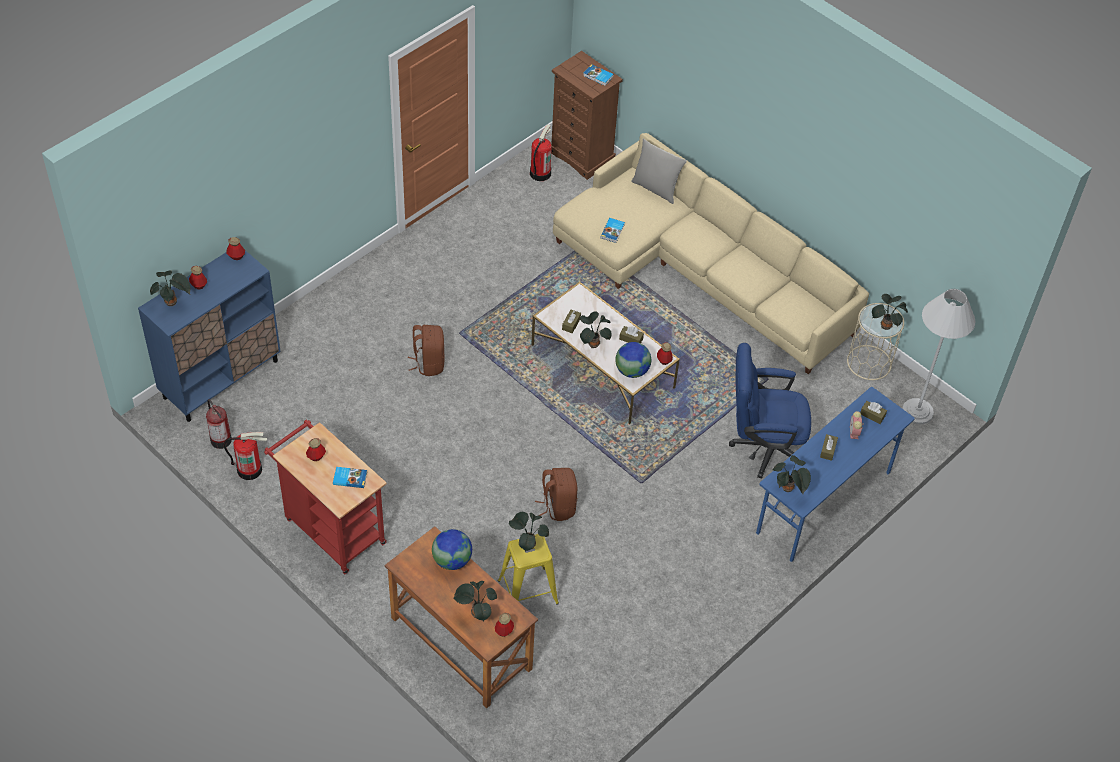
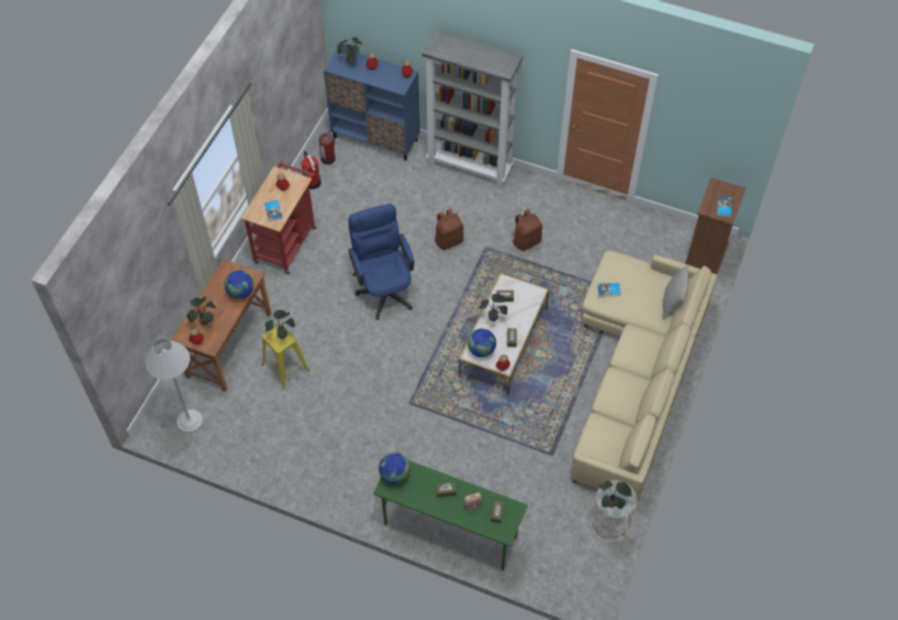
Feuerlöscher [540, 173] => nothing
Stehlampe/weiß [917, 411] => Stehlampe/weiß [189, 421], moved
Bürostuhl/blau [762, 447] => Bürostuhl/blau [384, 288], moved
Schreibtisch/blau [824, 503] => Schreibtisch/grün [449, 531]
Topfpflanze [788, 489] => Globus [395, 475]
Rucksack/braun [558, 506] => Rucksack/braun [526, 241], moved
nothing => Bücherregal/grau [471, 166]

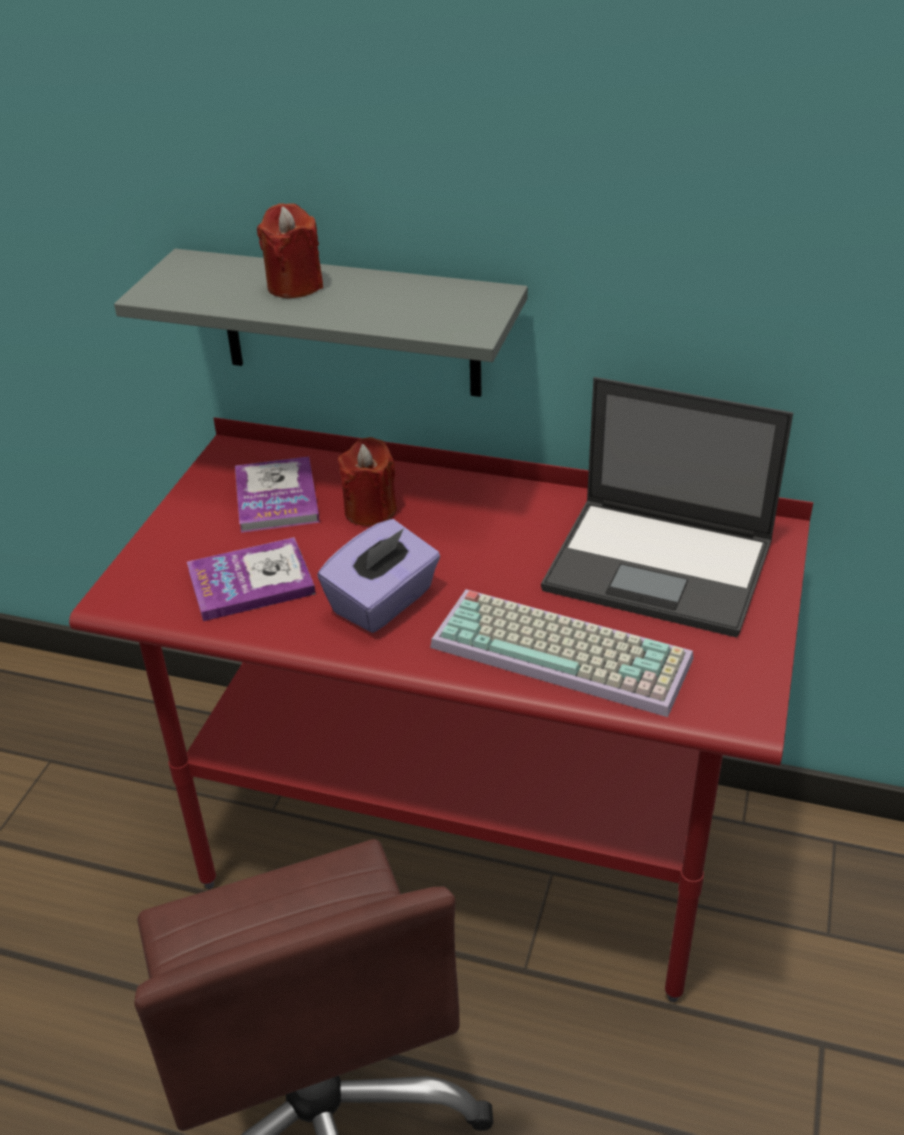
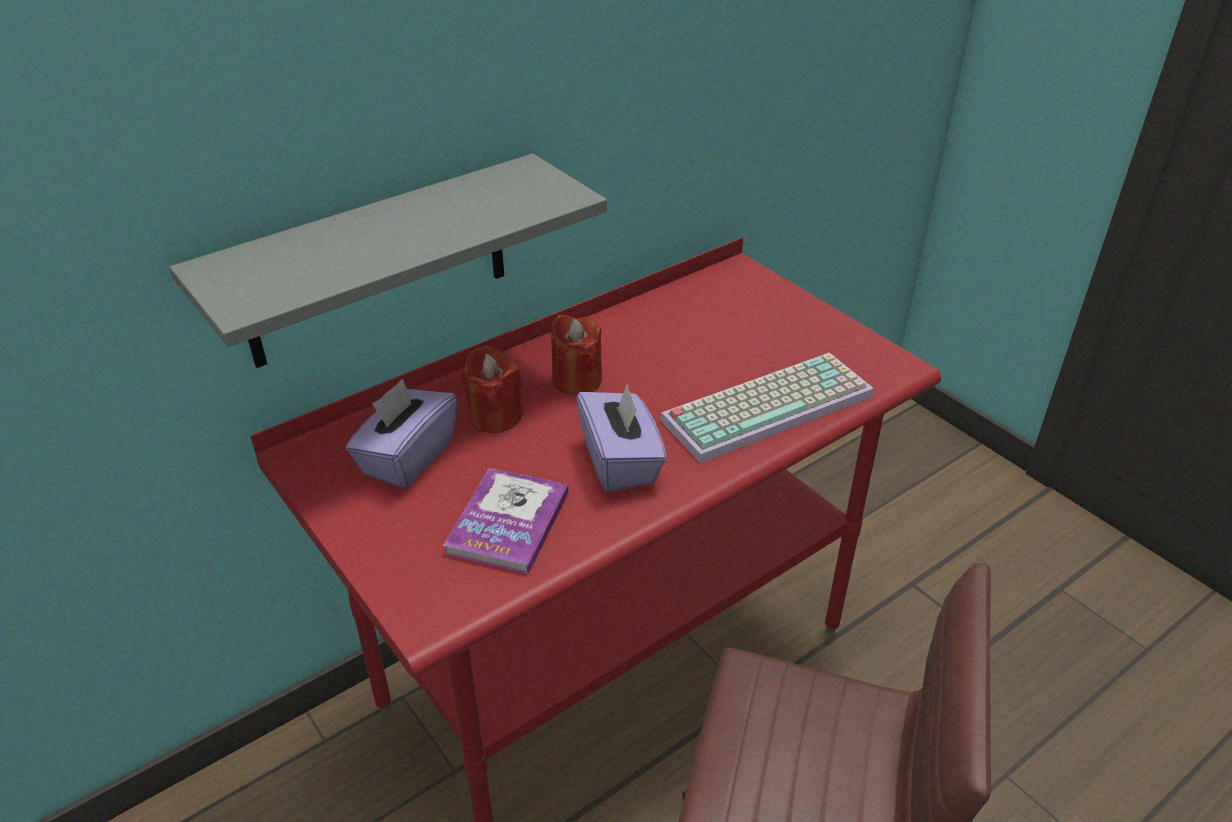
Kerze/rot [294, 286] => Kerze/rot [577, 380], moved
Laptop [661, 566] => nothing
Buch [276, 497] => Taschentuchbox/lila [407, 458]

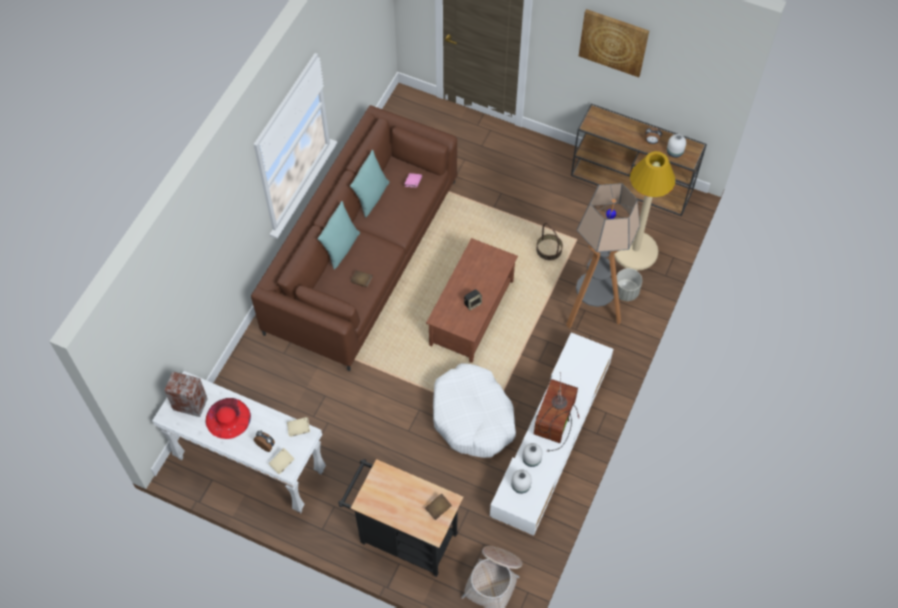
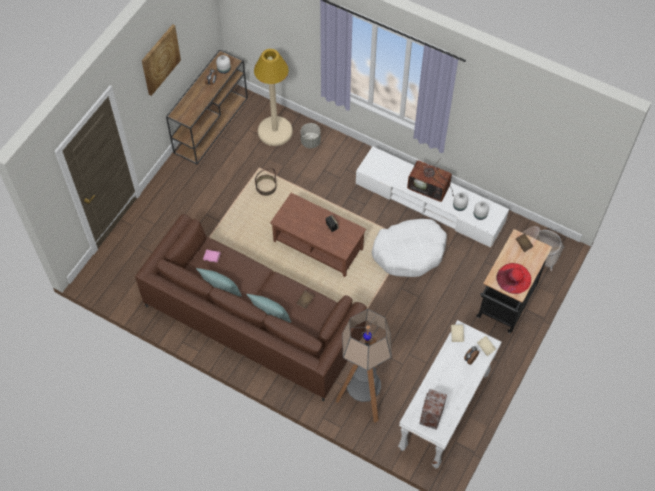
Stehlampe [591, 311] => Stehlampe [362, 400], moved
Hut/rot [228, 418] => Hut/rot [513, 278], moved

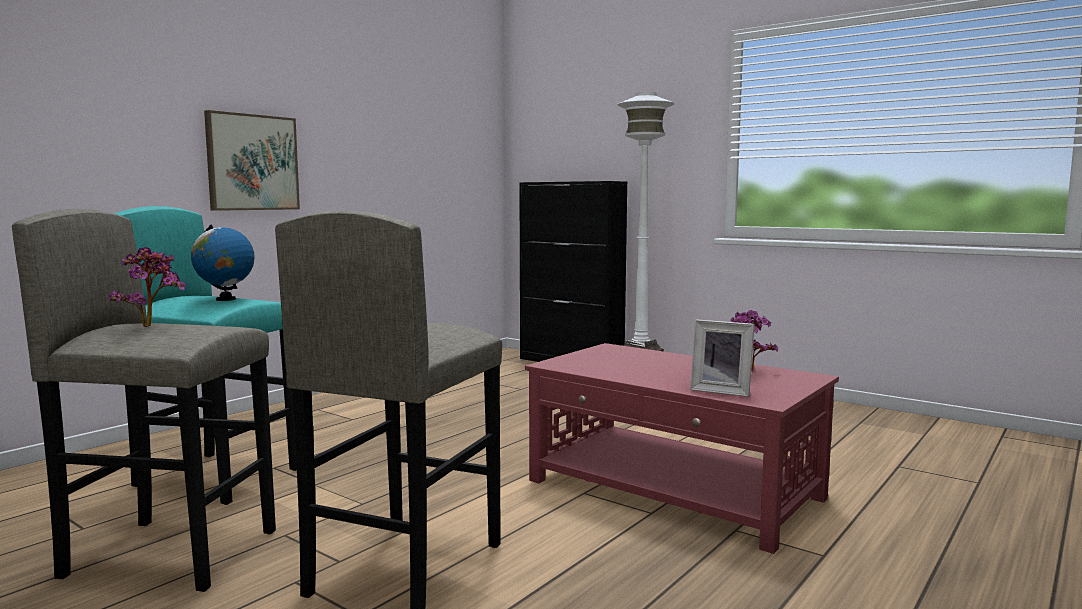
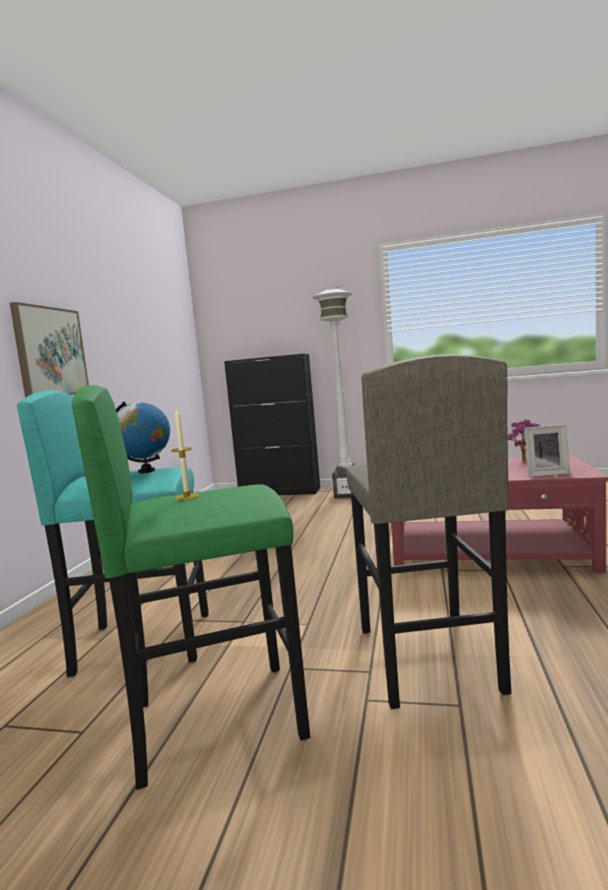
Hocker/grau [172, 553] => Hocker/grün [217, 719]
Topfpflanze [152, 326] => Kerze [187, 497]

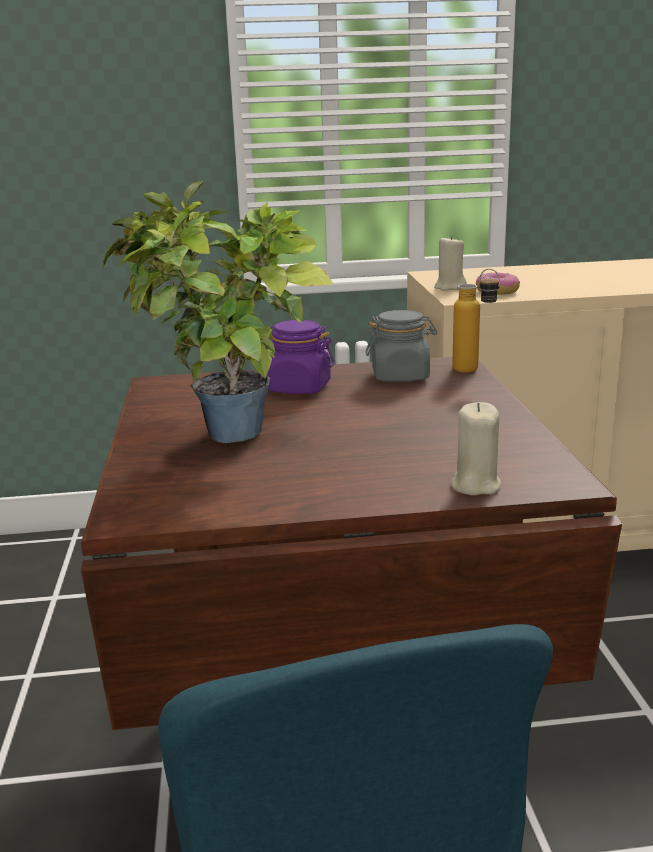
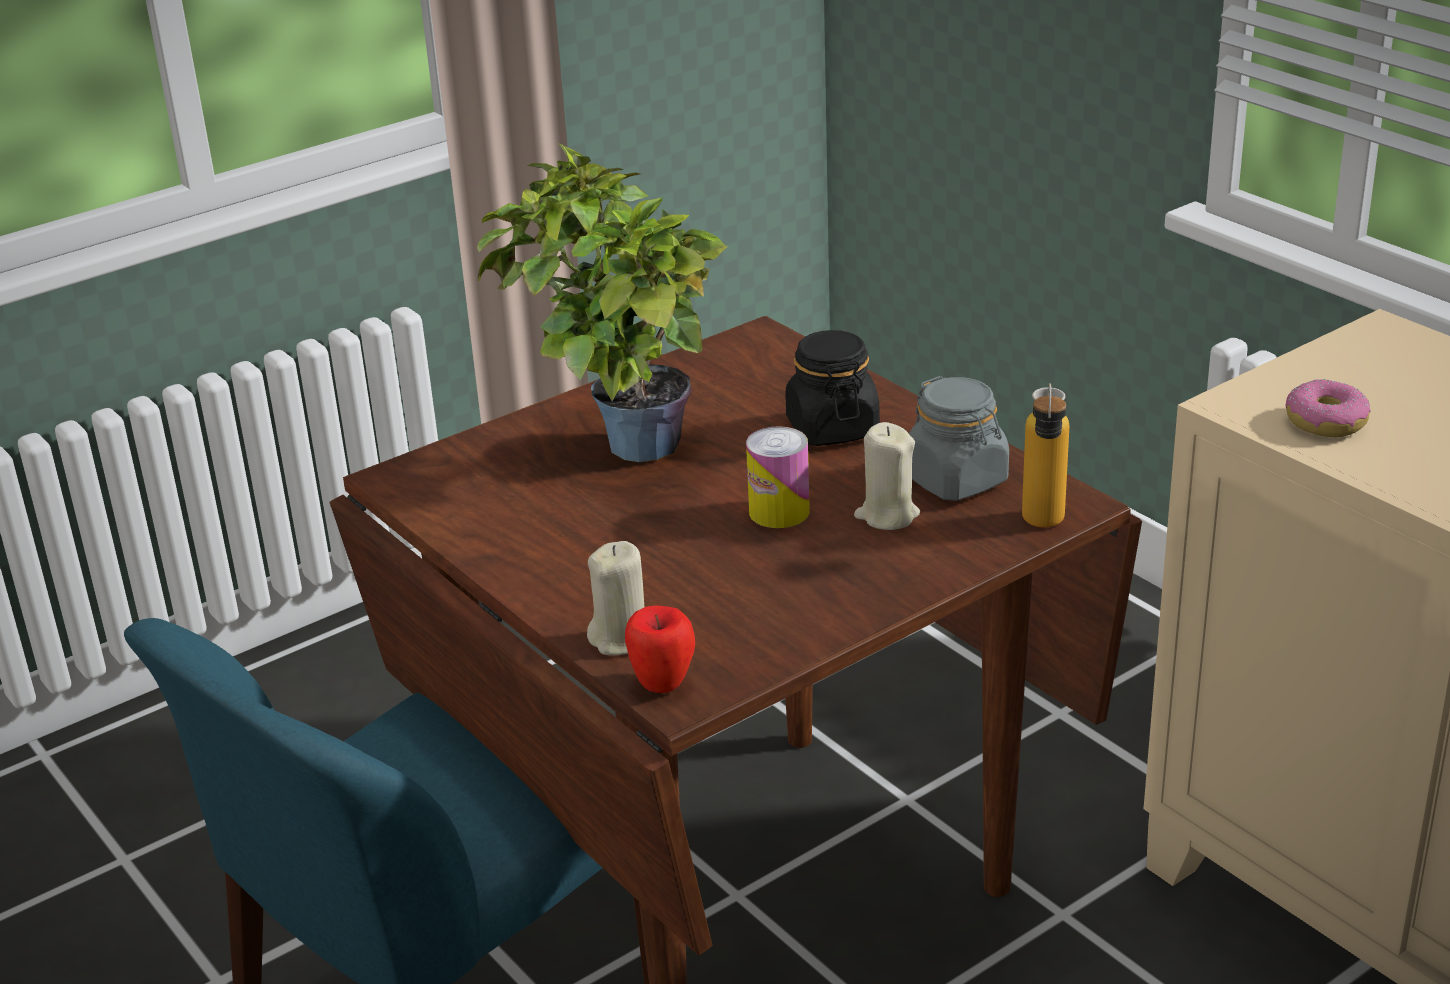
Kerze/beige [449, 287] => Kerze/beige [887, 515], moved
Vorratsglas/lila [298, 388] => Vorratsglas/schwarz [832, 428]
nothing => Dose [779, 512]
nothing => Apfel [662, 683]

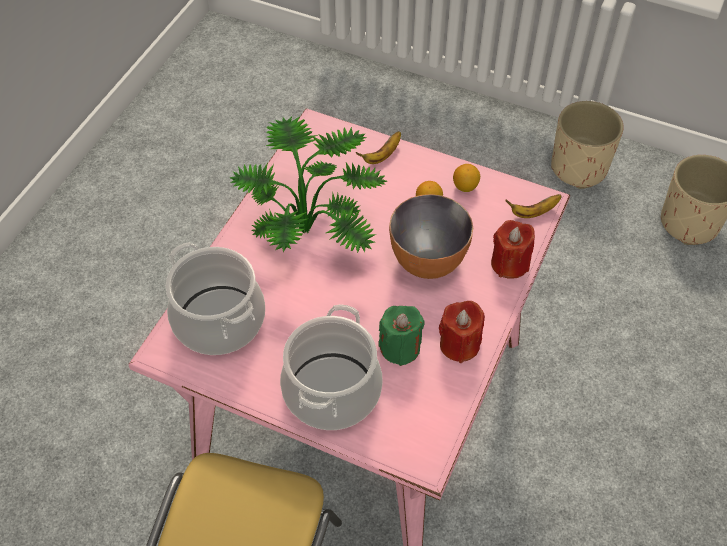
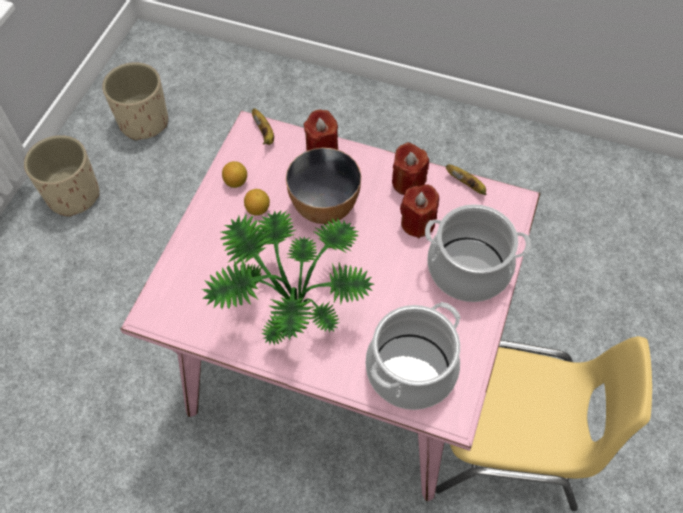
Banane [382, 156] => Banane [467, 185], moved
Kerze/grün [400, 347] => Kerze/rot [417, 223]

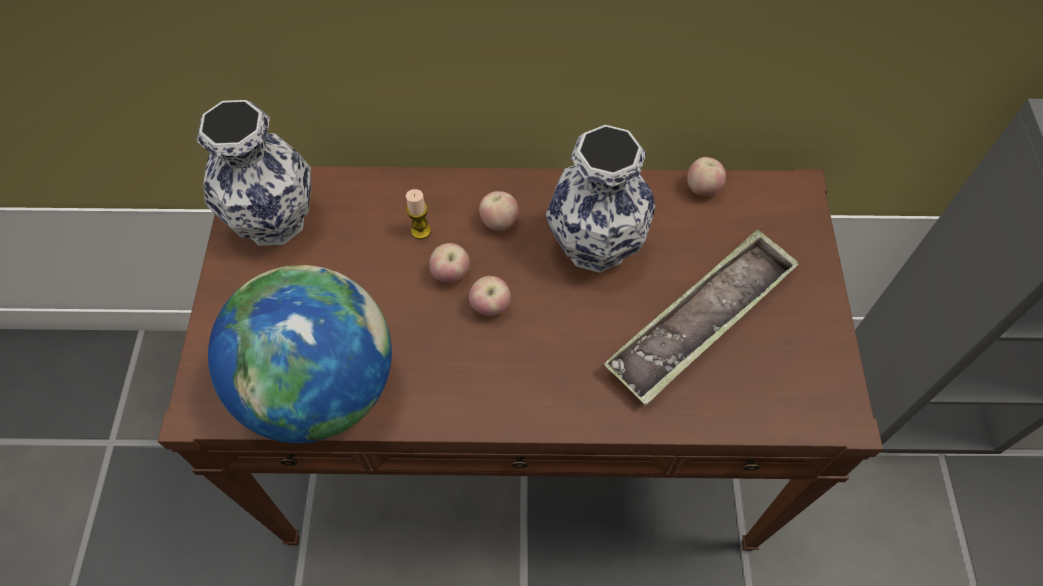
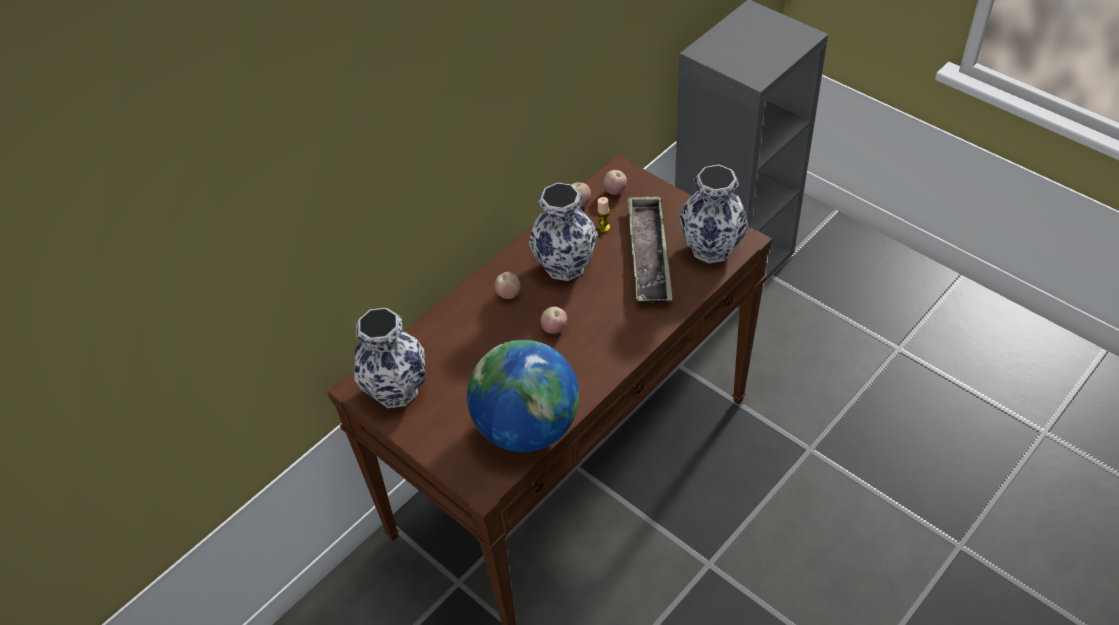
Kerze [421, 231] => Kerze [603, 227], moved
Apfel [450, 274] => Apfel [615, 191], moved
nothing => Vase [710, 248]

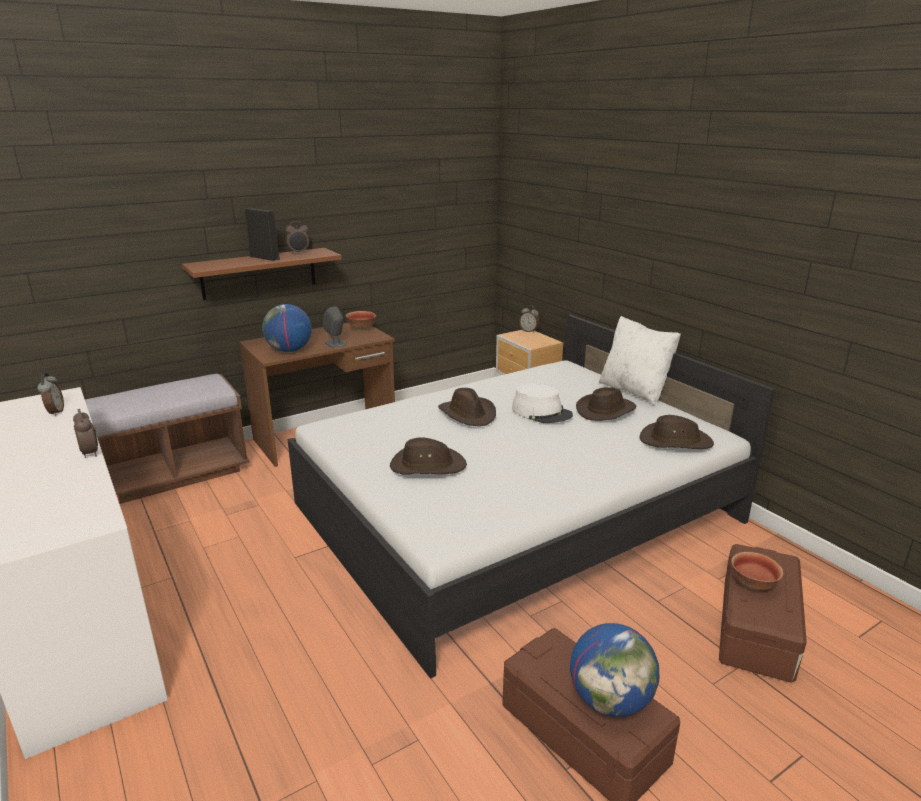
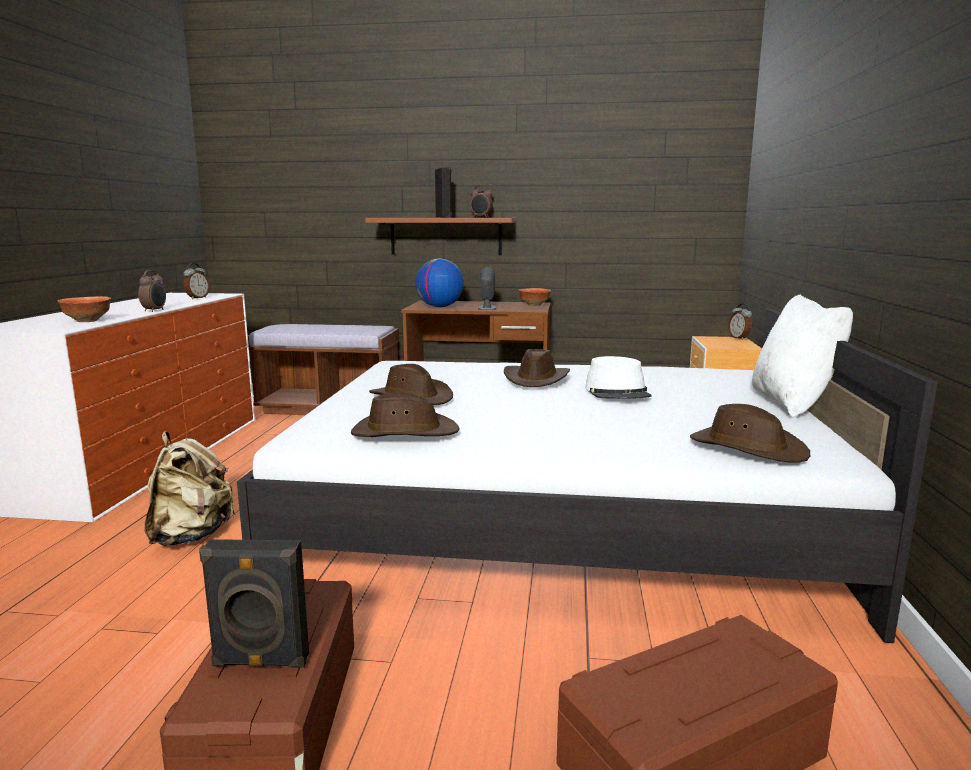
Hut/braun [606, 410] => Hut/braun [404, 432], moved
Schüssel [753, 584] => Schüssel [88, 321], moved
Globus [610, 701] => Lautsprecher/schwarz [260, 662]
nothing => Rucksack/beige [191, 536]

